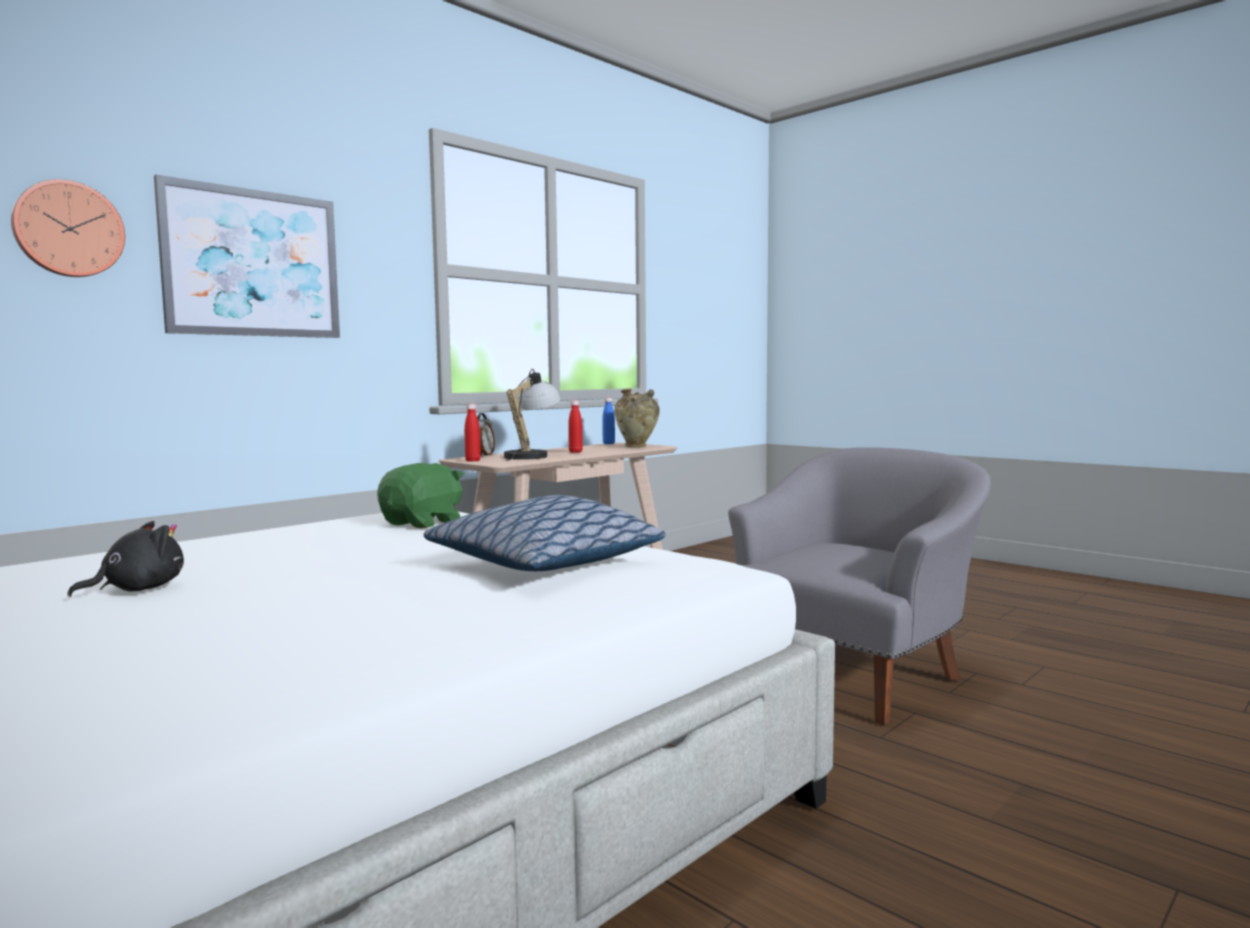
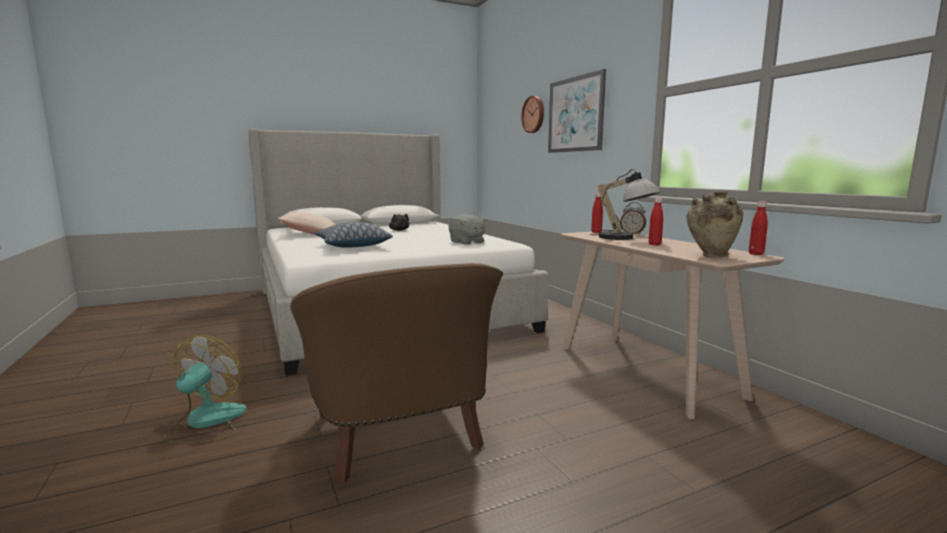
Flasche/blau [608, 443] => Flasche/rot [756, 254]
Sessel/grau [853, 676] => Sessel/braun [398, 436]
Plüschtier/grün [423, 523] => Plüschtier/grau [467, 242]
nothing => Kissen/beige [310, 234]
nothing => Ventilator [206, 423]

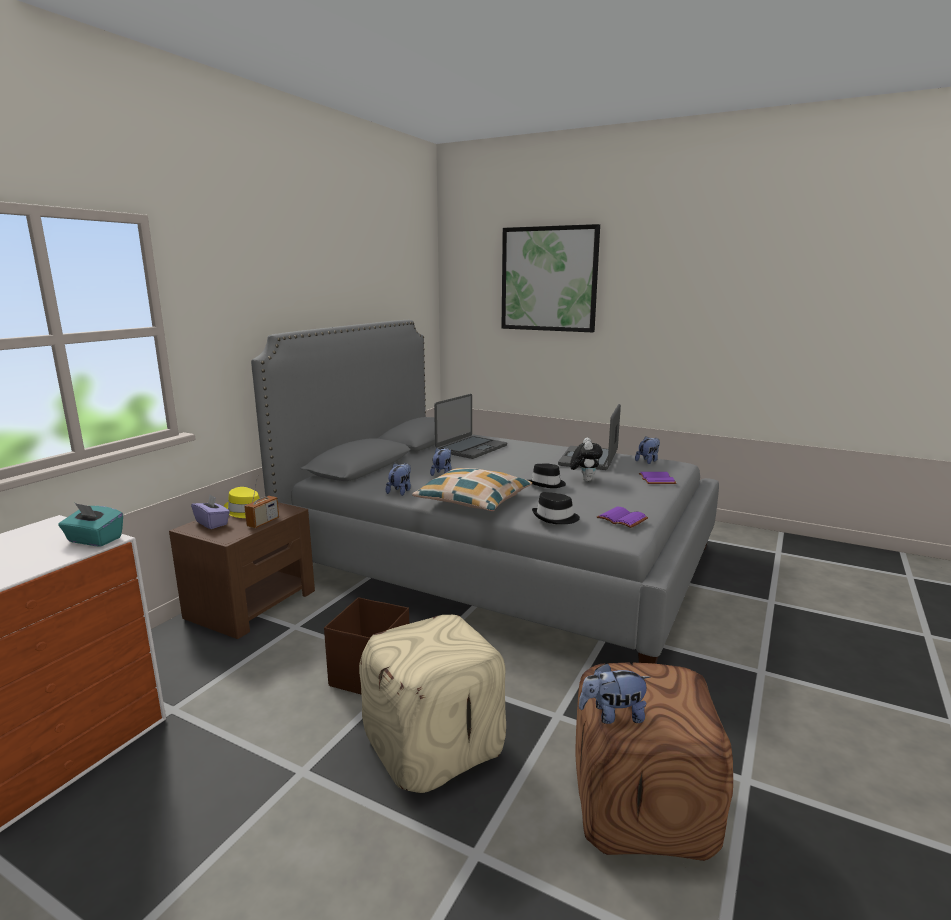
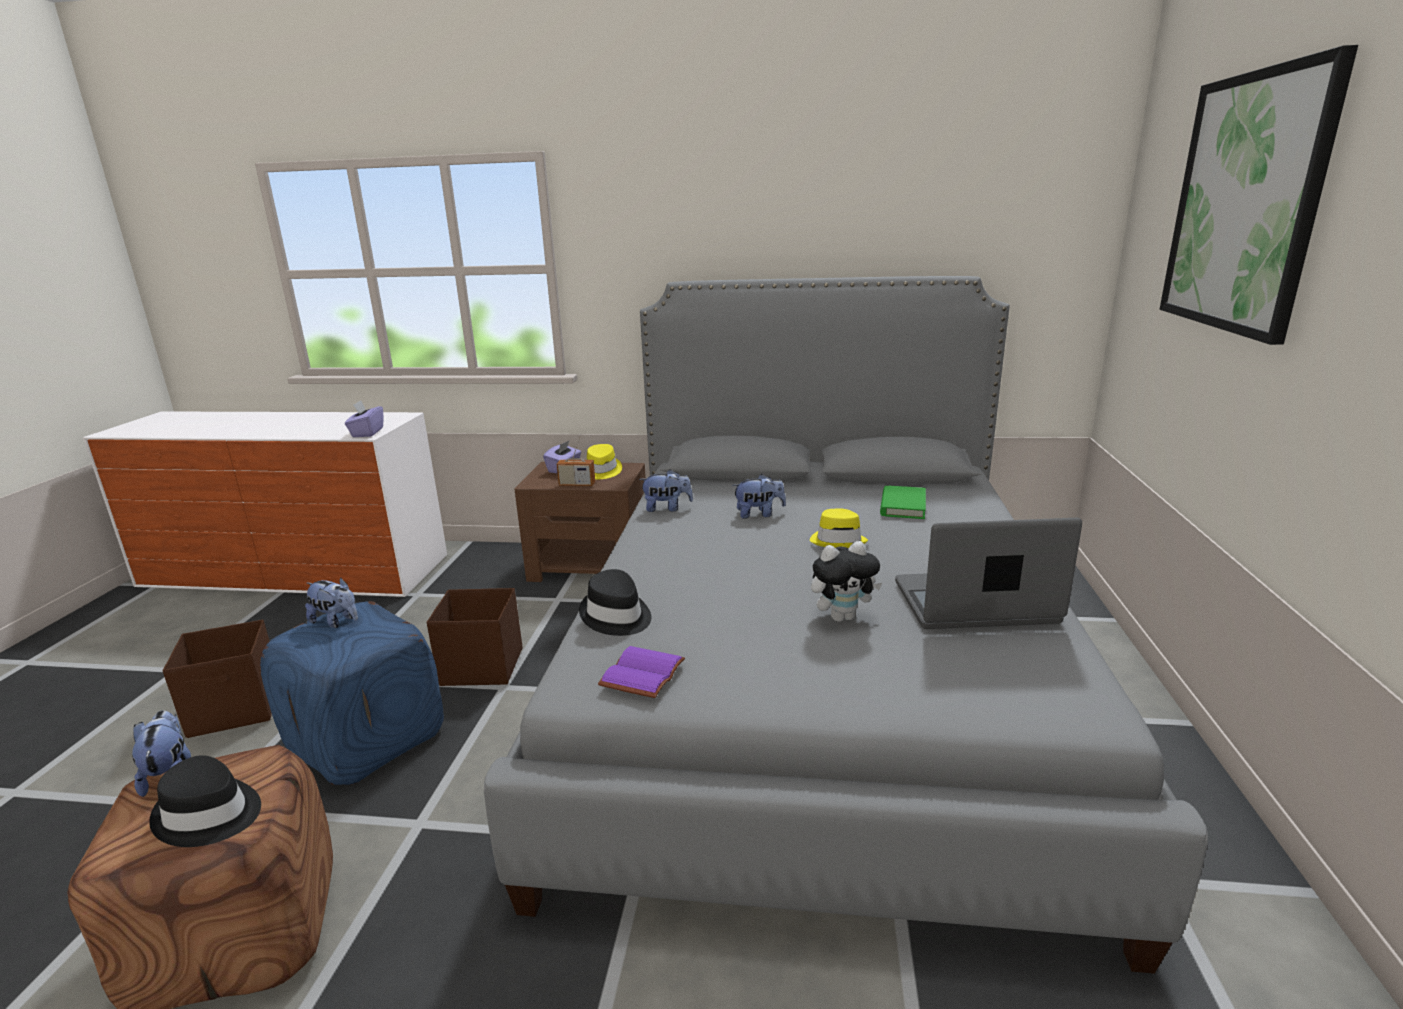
Laptop [471, 448] => Buch/grün [903, 506]
Plüschtier [648, 461] => Plüschtier [336, 621], moved
Hut/schwarz [547, 484] => Hut/schwarz [209, 815], moved
Kissen [474, 500] => nothing
Buch/lila [658, 479] => nothing
Taschentuchbox/türkis [94, 540] => Taschentuchbox/lila [367, 433]
Polsterhocker/beige [434, 745] => Polsterhocker/blau [366, 740]
nothing => Hut/gelb [838, 541]
nothing => Aufbewahrungsbox/braun [237, 709]

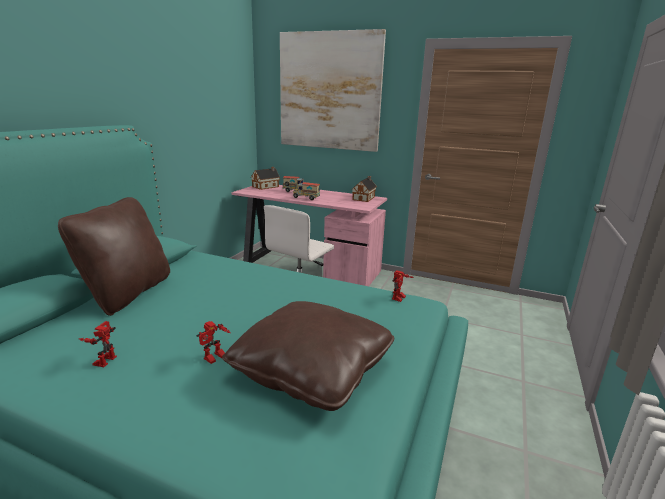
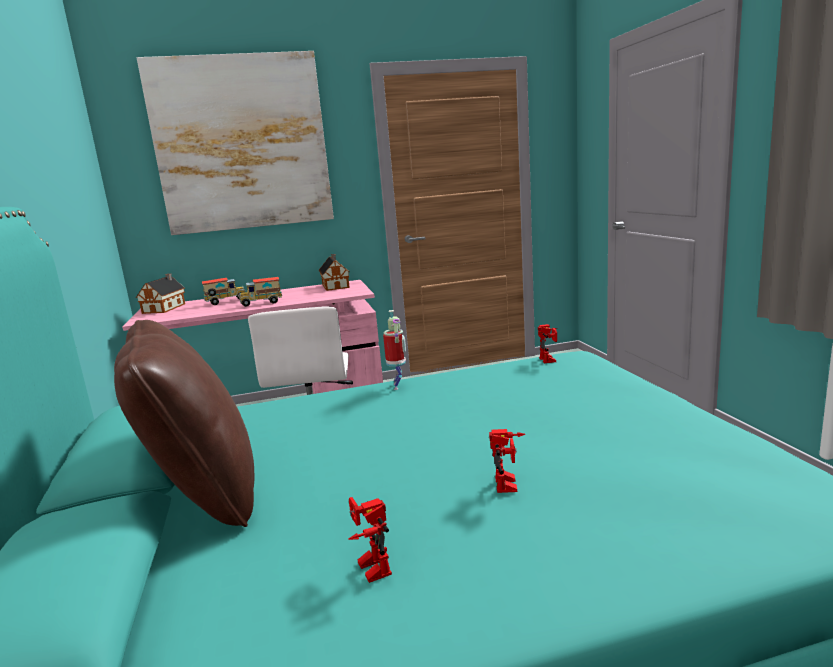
Kissen/braun [312, 370] => nothing
nothing => Spielzeugroboter [398, 386]

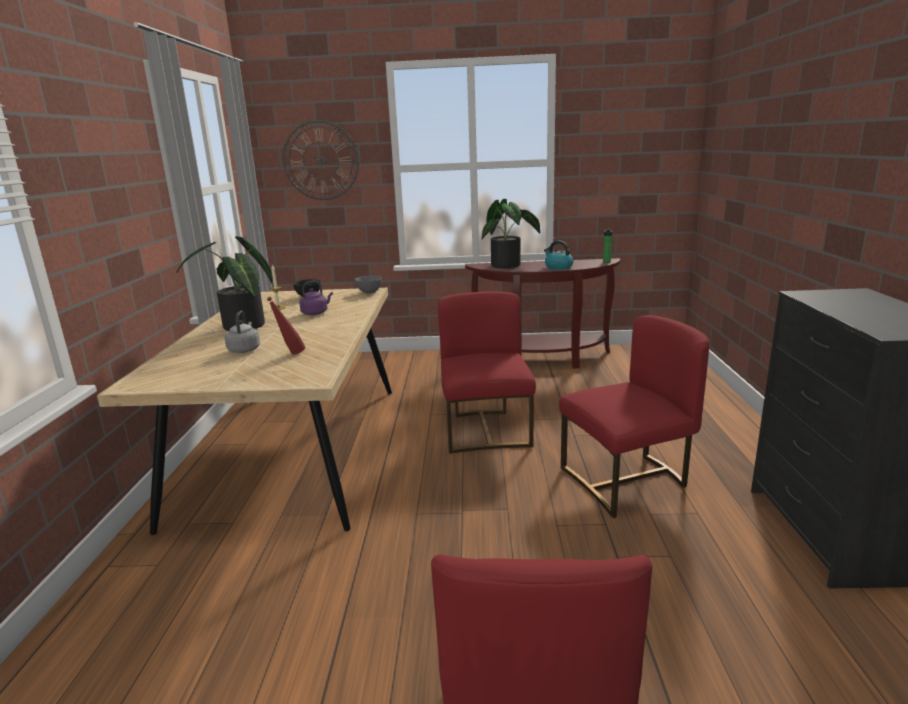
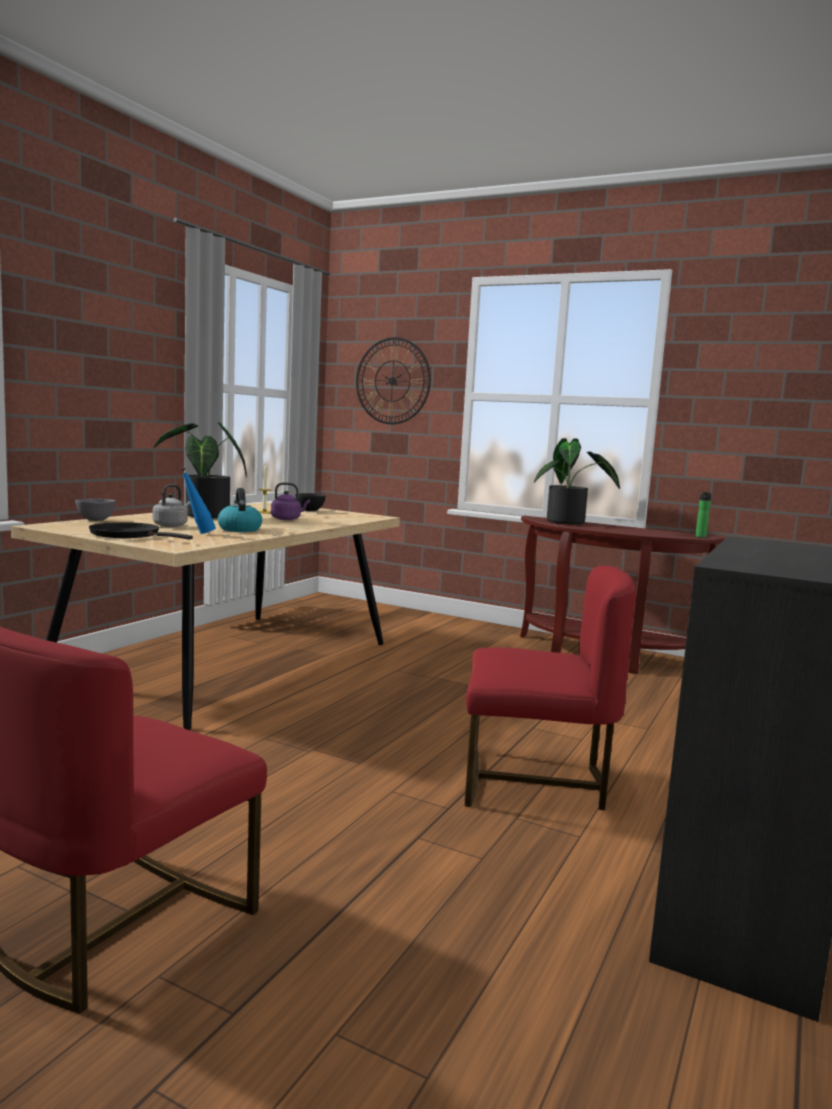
Wasserkessel [558, 267] => Wasserkessel [239, 529], moved
Schüssel/grau [369, 292] => Schüssel/grau [95, 520], moved
Stuhl/rot [486, 431] => nothing
Flasche/rot [290, 354] => Flasche/blau [198, 533]
nothing => Pfanne/schwarz [129, 535]

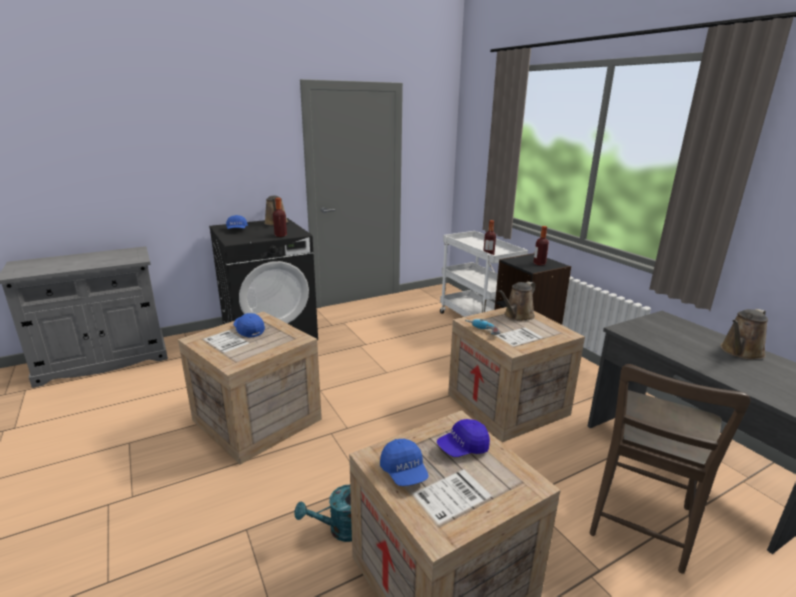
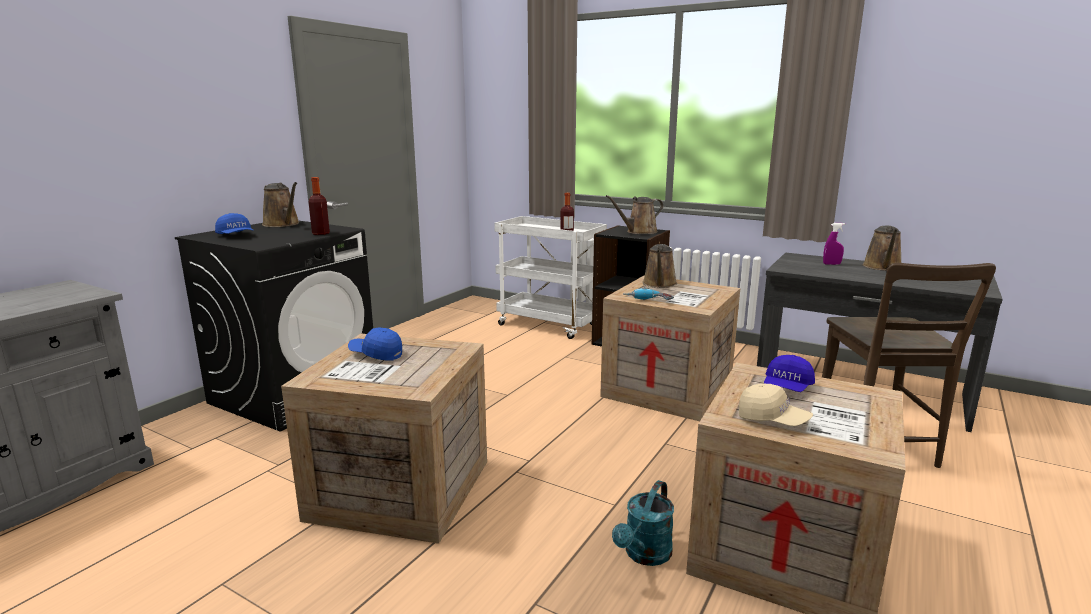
Flasche [539, 264] => Gießkanne/braun [639, 232]
Kappe/blau [404, 472] => Kappe/beige [772, 420]
nothing => Sprühflasche/lila [831, 264]

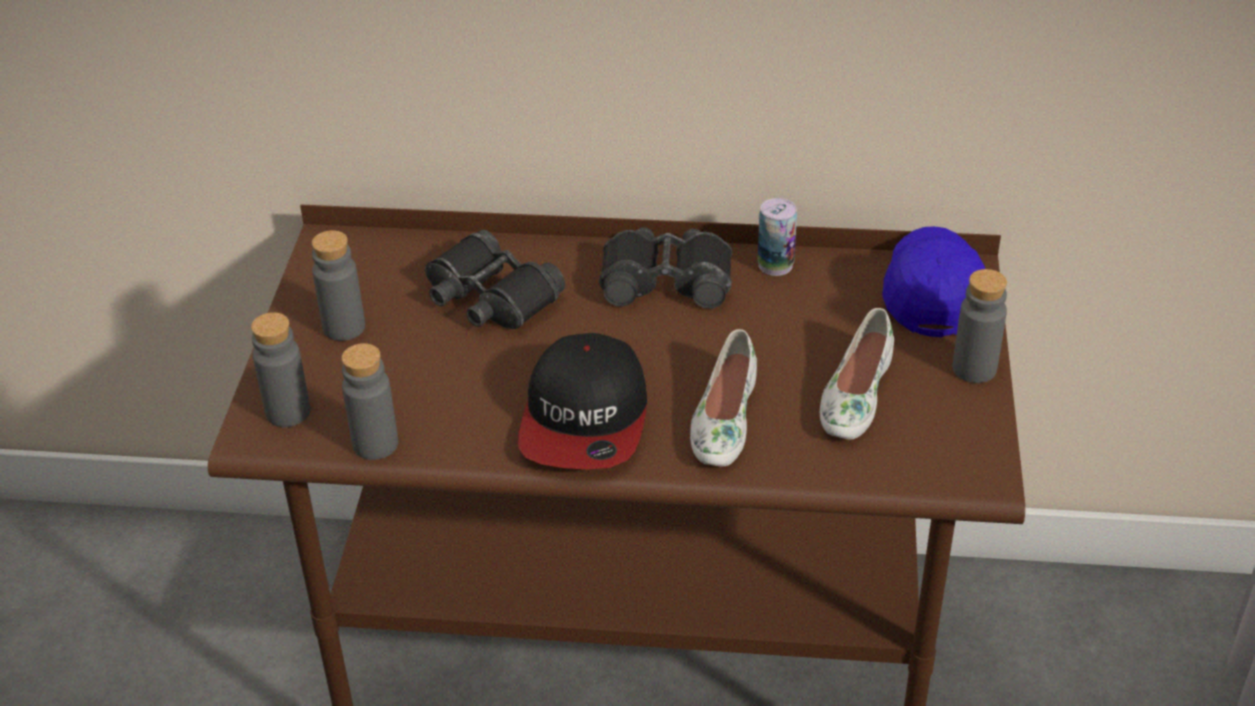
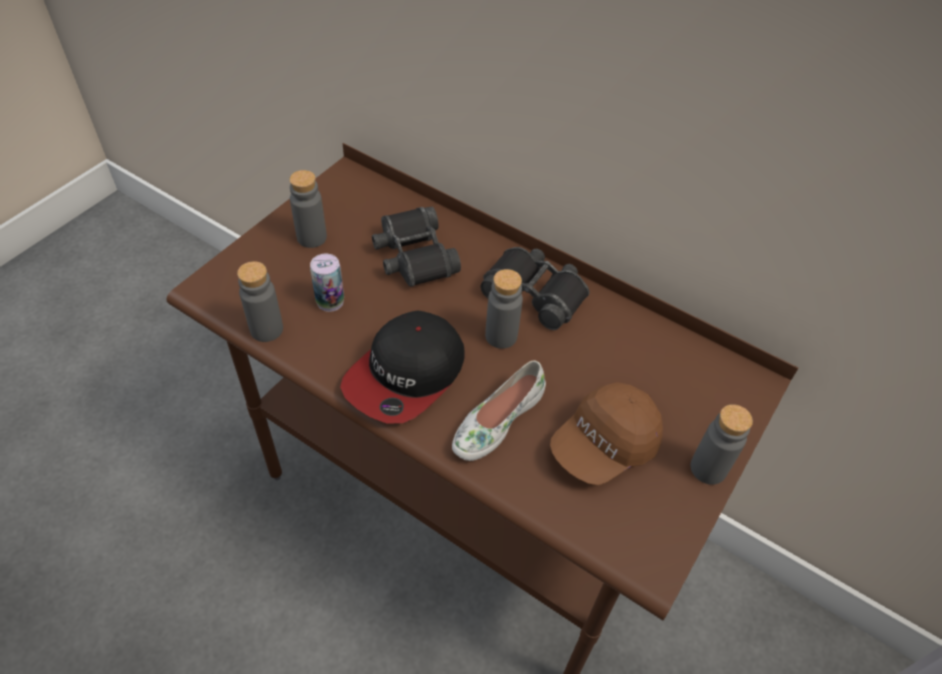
Dose [775, 265] => Dose [330, 301], moved
Kappe/blau [932, 294] => nothing
Schuh/weiß [854, 394] => Kappe/braun [603, 446]
Flasche/grau [288, 412] => Flasche/grau [501, 336], moved

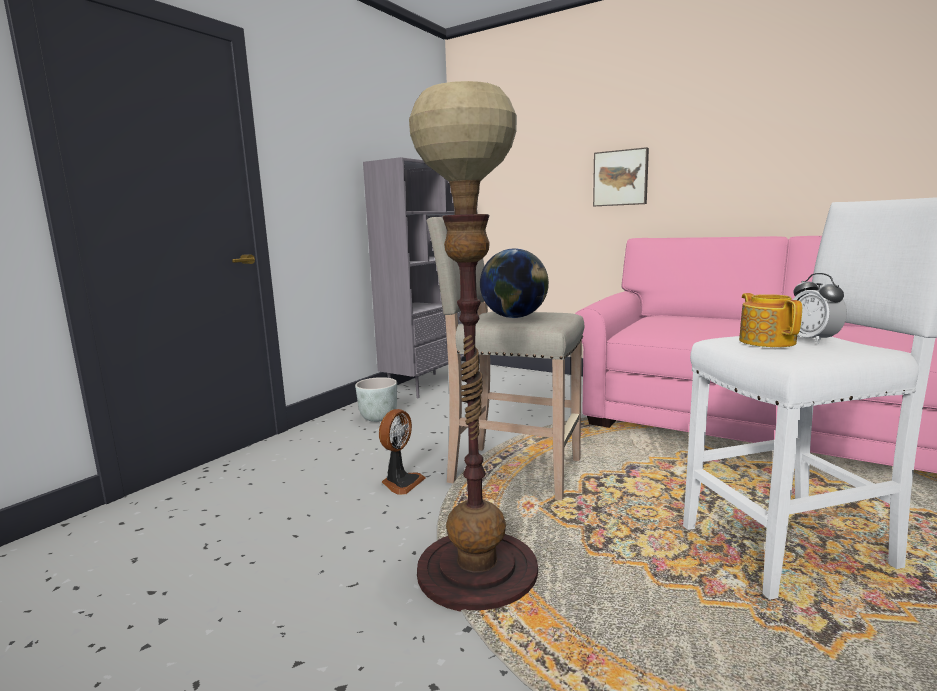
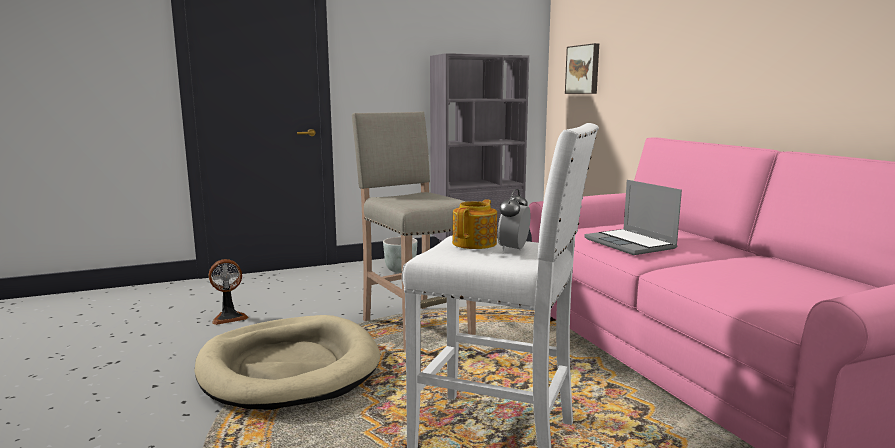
Stehlampe [476, 570] => Hundebett/beige [289, 367]
Bild [621, 178] => Bild [583, 69], moved
Globus [514, 317] => nothing
Ventilator [401, 482] => Ventilator [229, 317], moved
nothing => Laptop [631, 244]

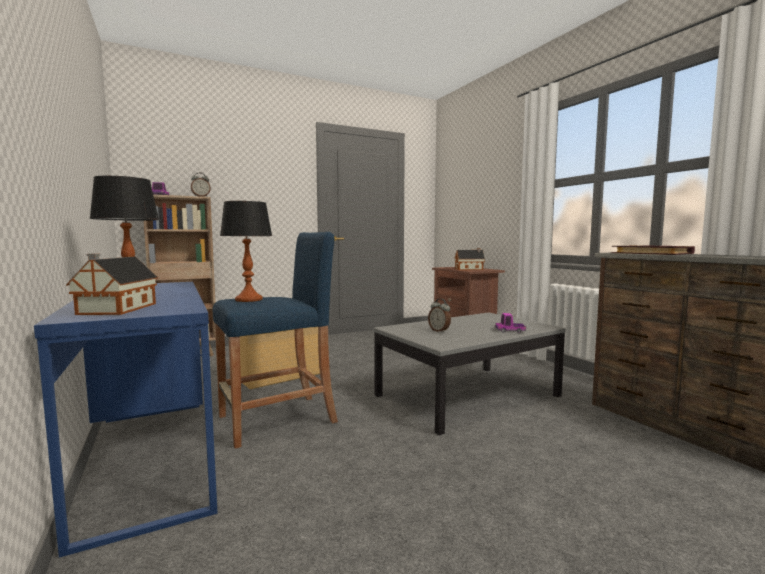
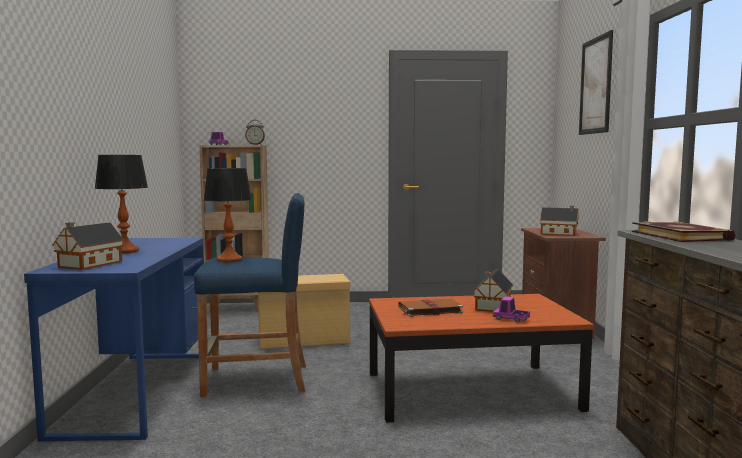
Wecker [439, 331] => Buch/braun [429, 310]
Couchtisch/grau [467, 396] => Couchtisch/braun [470, 391]
nothing => Bild [595, 85]
nothing => Spielzeughaus [492, 306]

